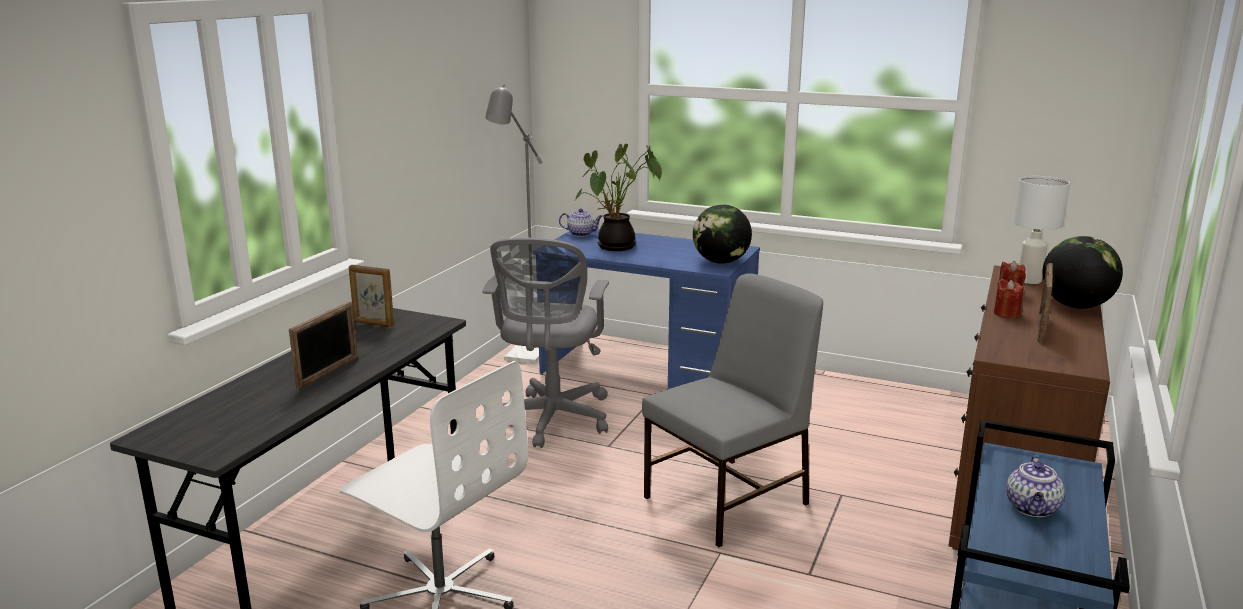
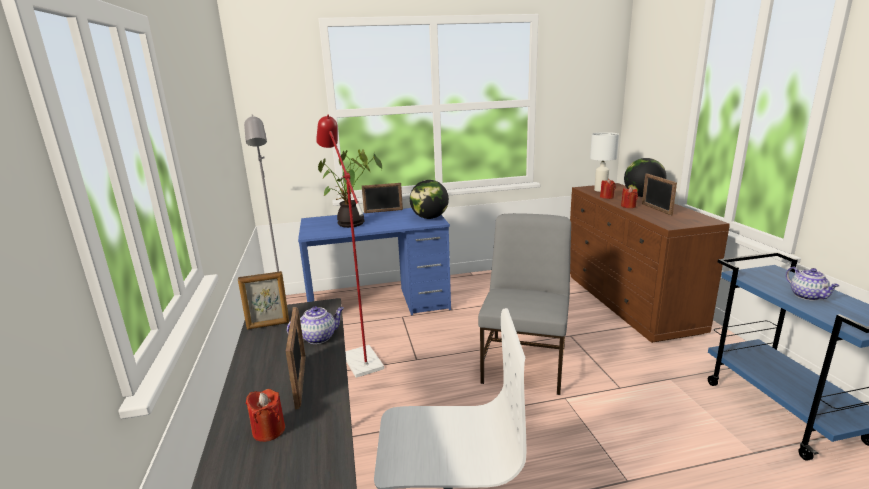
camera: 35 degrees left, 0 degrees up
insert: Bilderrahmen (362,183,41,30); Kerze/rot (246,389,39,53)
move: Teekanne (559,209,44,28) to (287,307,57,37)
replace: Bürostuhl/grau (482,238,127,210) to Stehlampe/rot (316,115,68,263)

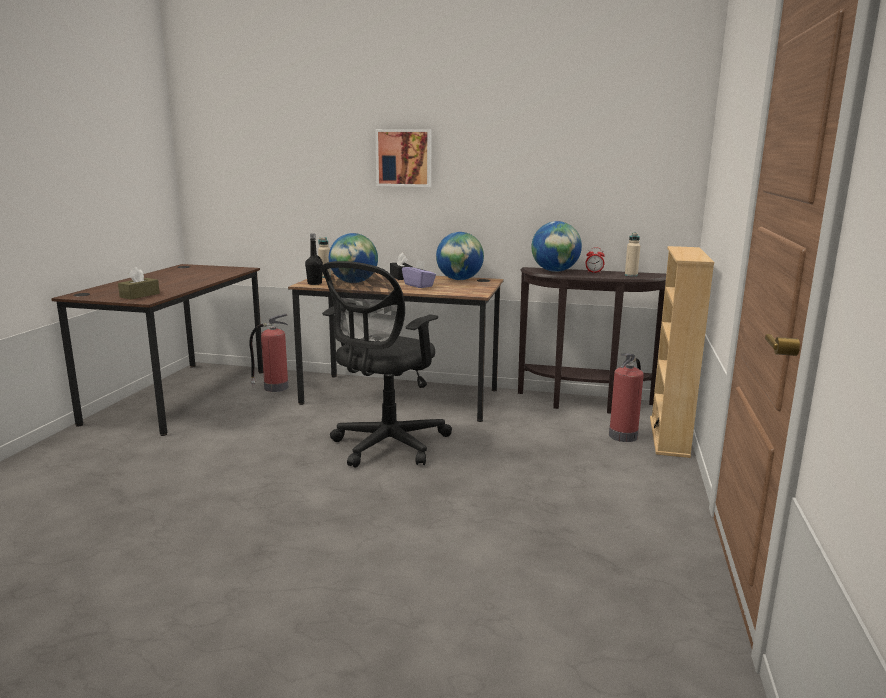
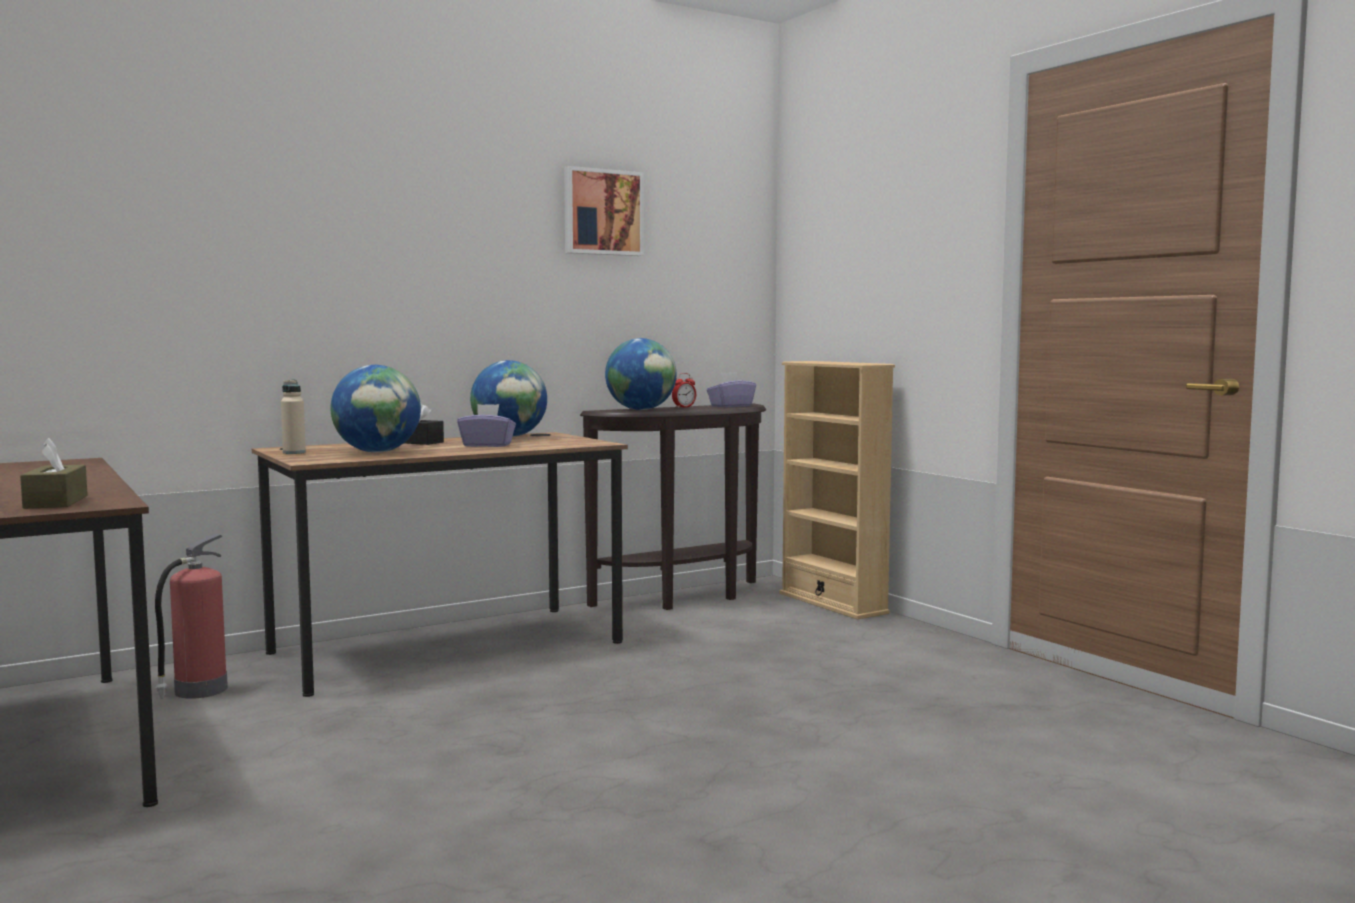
camera: 45 degrees left, 10 degrees down
delete: Flasche/schwarz (305,234,18,51); Bürostuhl/schwarz (321,261,131,207); Feuerlöscher (609,353,35,89)
move: Bild (375,129,56,58) to (564,166,80,90)
replace: Flasche/beige (625,233,15,44) to Taschentuchbox/lila (707,372,49,36)

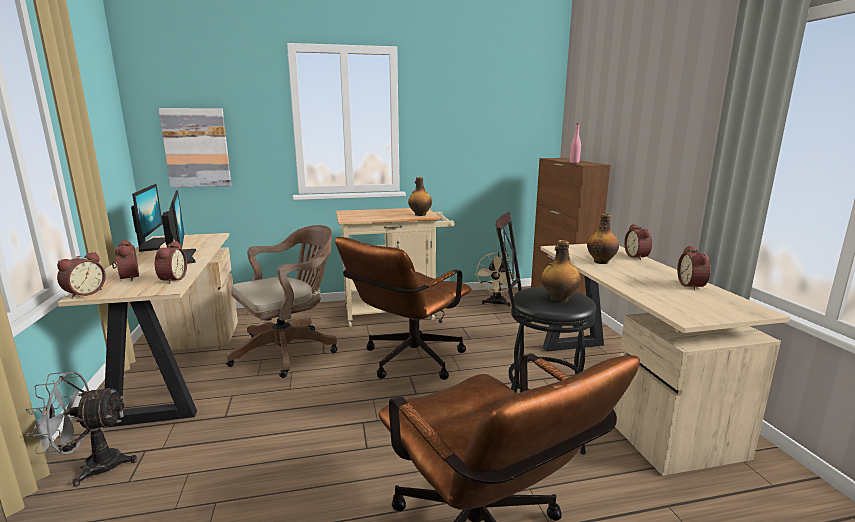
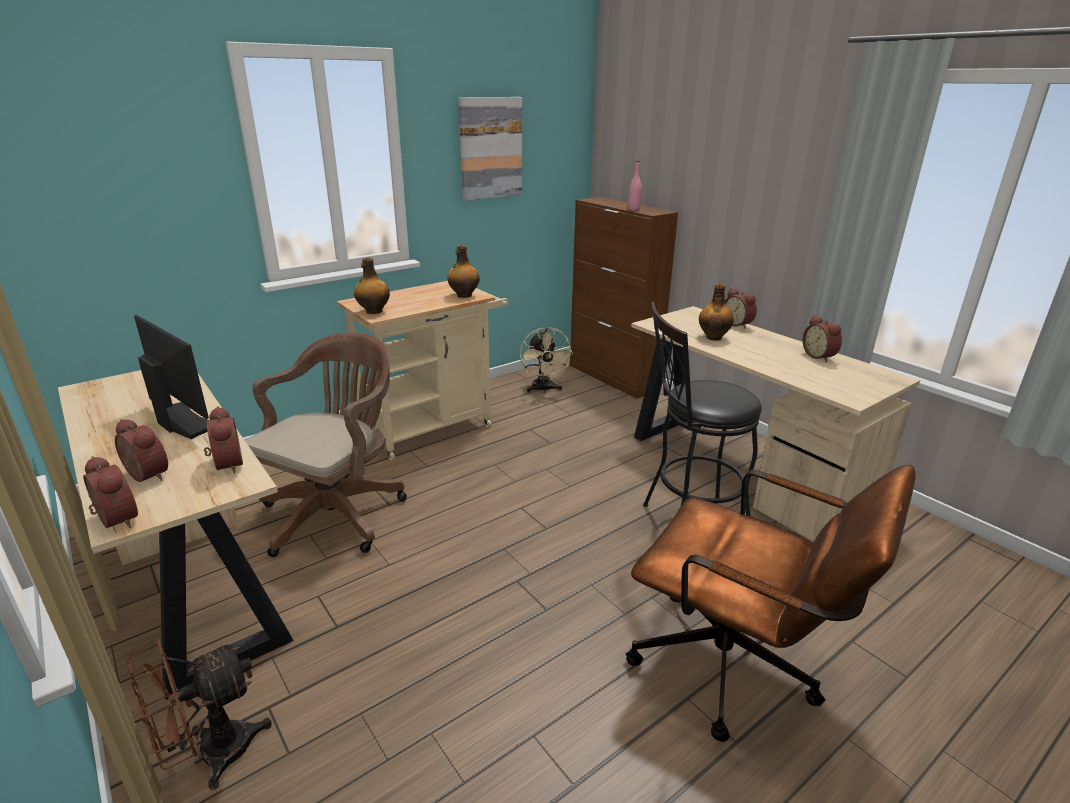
camera: 25 degrees left, 10 degrees up
delete: Monitor (131,184,35,68); Bürostuhl/braun (335,237,137,143)
move: Bild (158,108,74,80) to (459,97,63,104); Flasche (541,240,40,62) to (354,257,36,57)
recolor: Ventilator/grau (26,371,112,116) to Ventilator/braun (127,639,145,151)
rotate: Wecker (57,252,49,47) = (83,456,55,72) 45 degrees counterclockwise

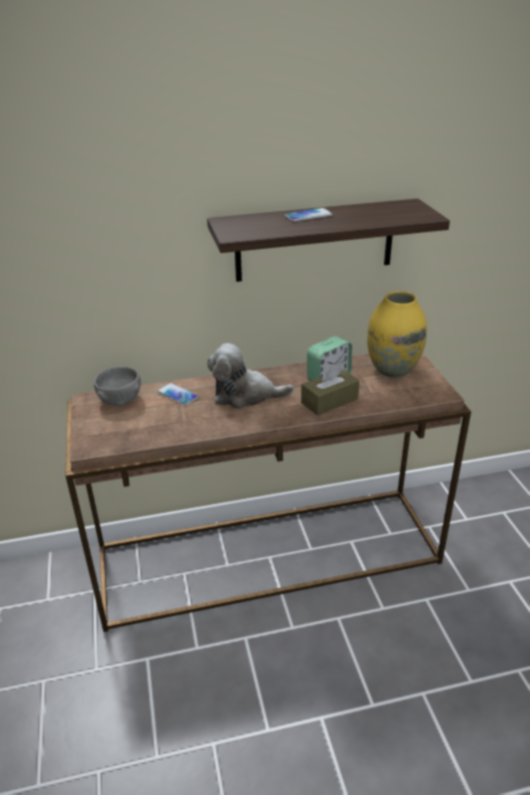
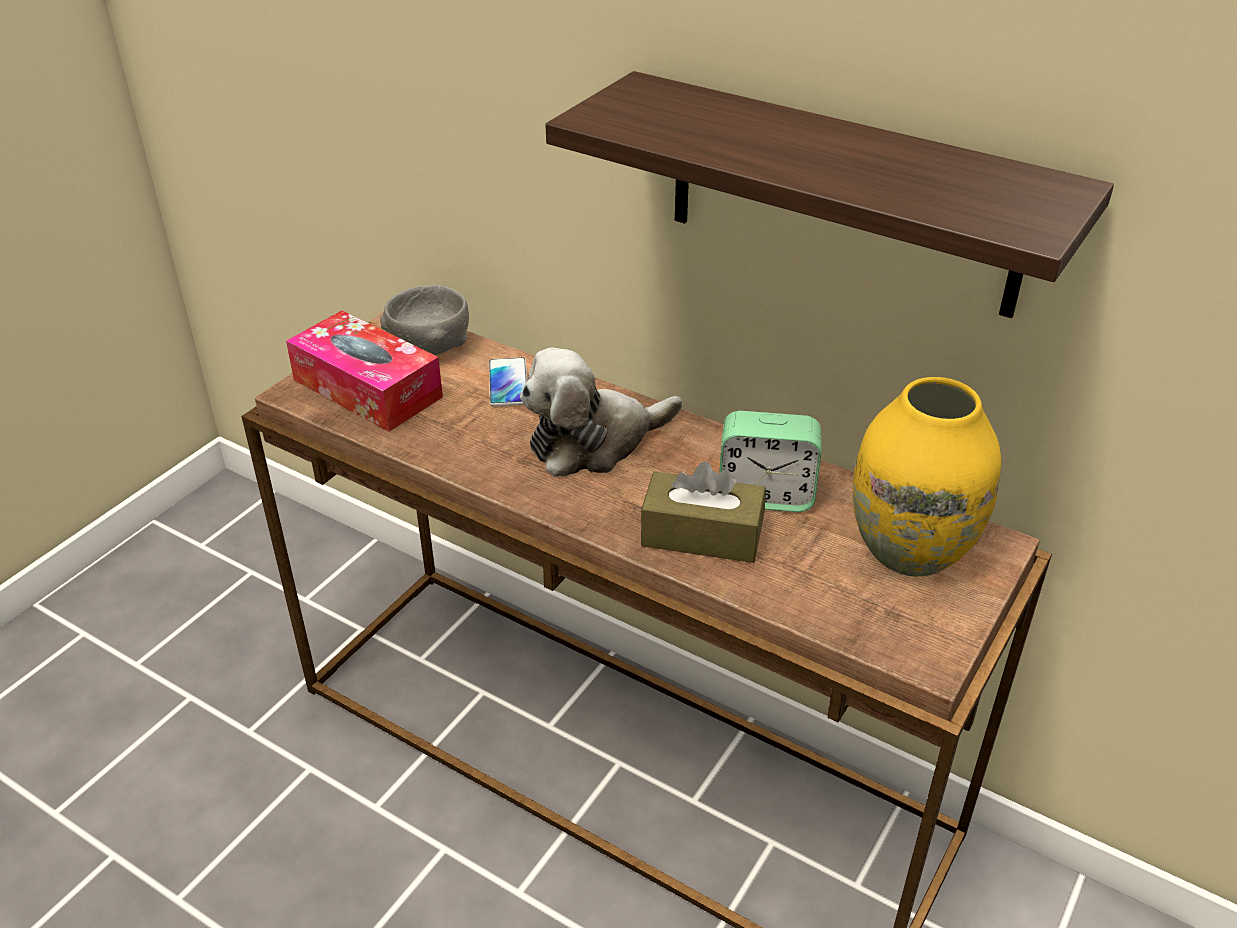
camera: 45 degrees right, 5 degrees up
delete: Handy (284,208,49,14)
insert: Taschentuchbox (286,310,157,122)
rotate: Plüschtier (207,343,87,66) = (520,348,162,129) 75 degrees counterclockwise

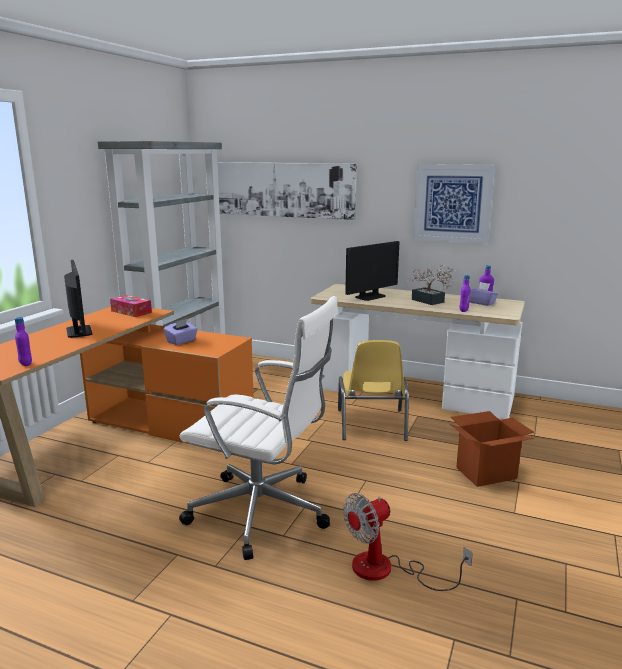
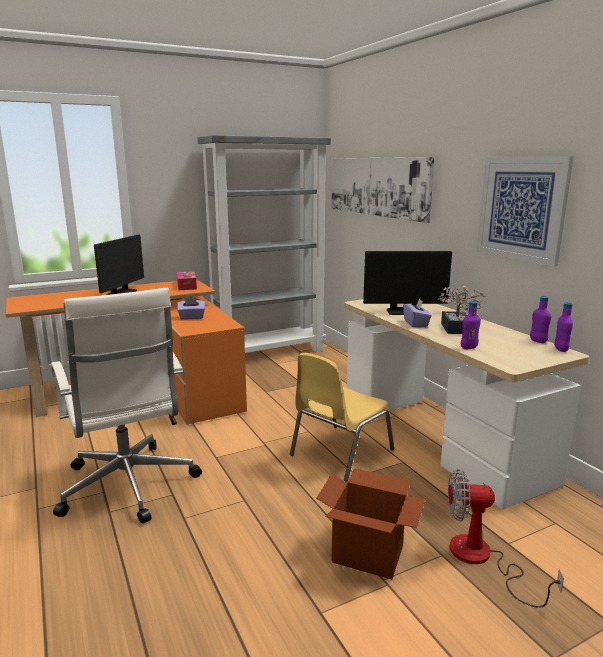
camera: 40 degrees right, 0 degrees up
move: Taschentuchbox/lila (469,282,29,24) to (403,298,29,29); Flasche/lila (15,317,17,49) to (554,302,19,50); Ventilator (343,493,130,98) to (448,469,116,139)

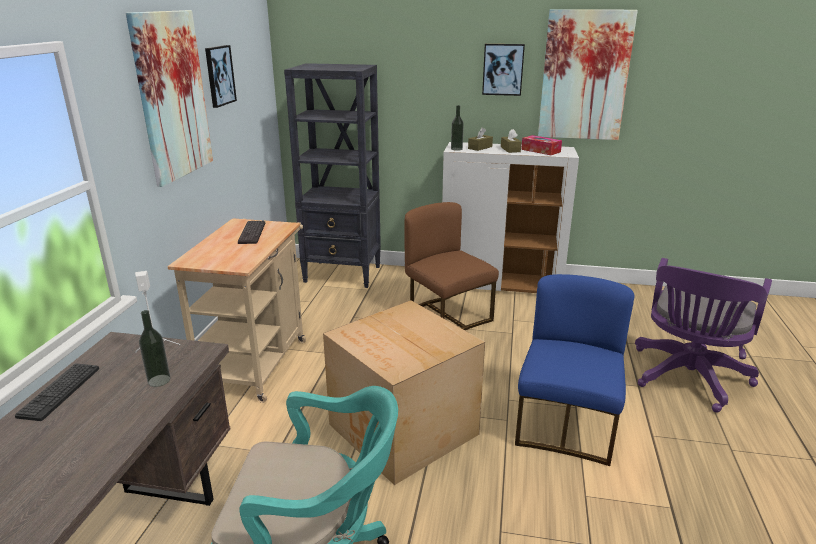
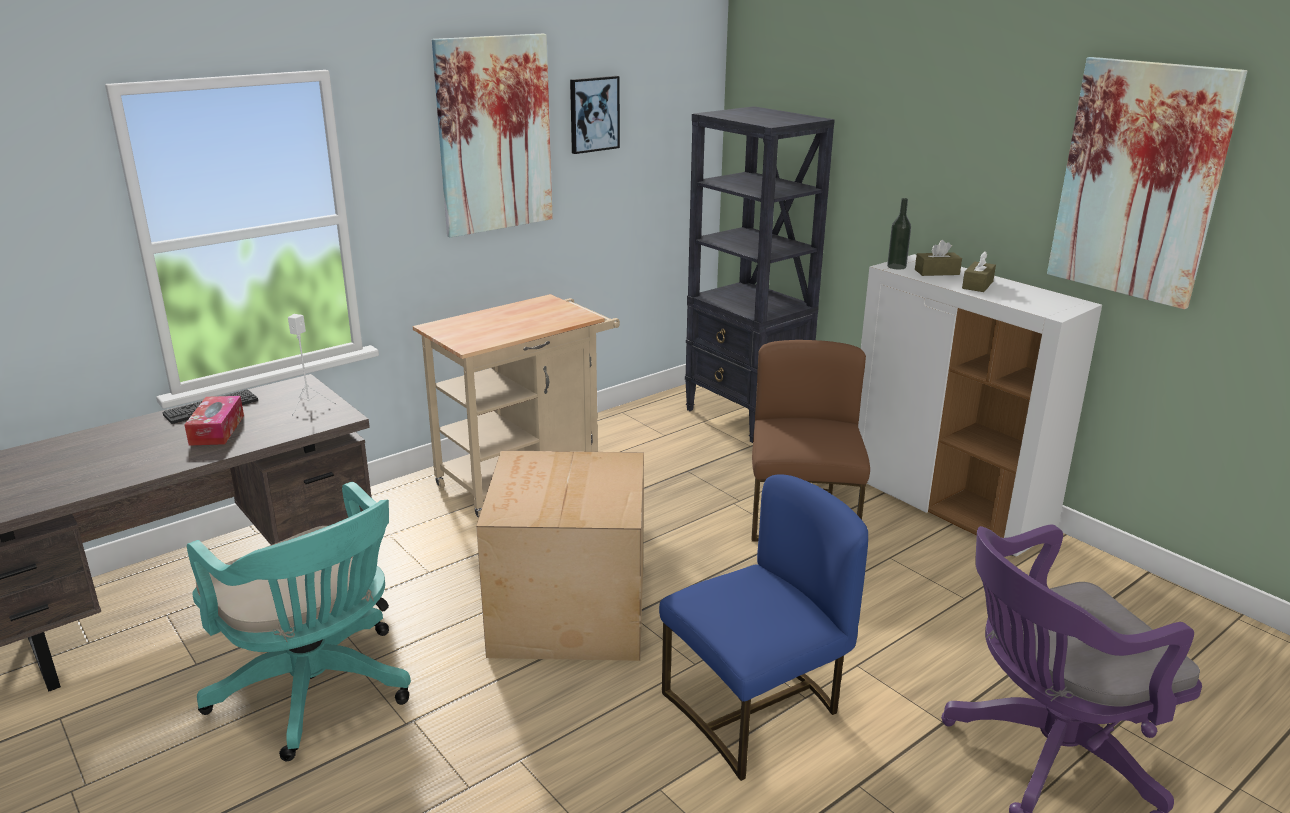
camera: 40 degrees right, 0 degrees up
delete: Bild (482,44,43,52); Tastatur (238,221,27,23); Flasche (139,310,31,77)
move: Taschentuchbox (521,135,41,20) to (184,396,60,50)

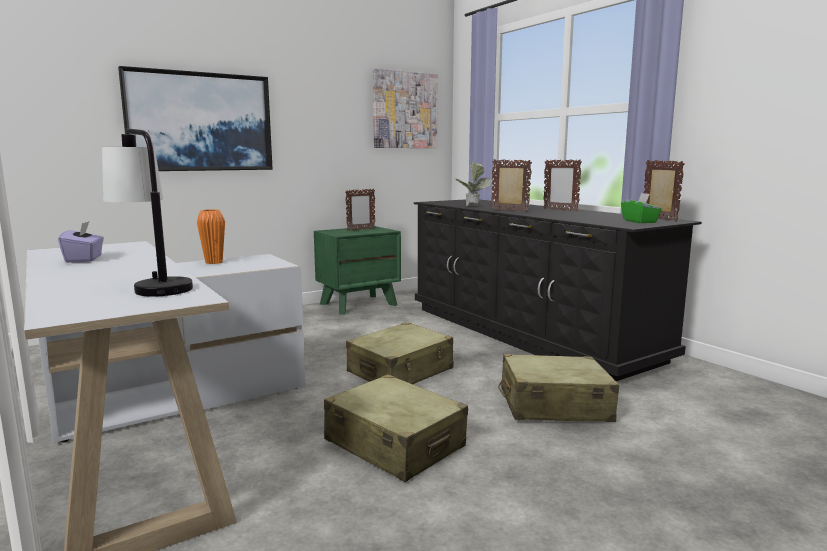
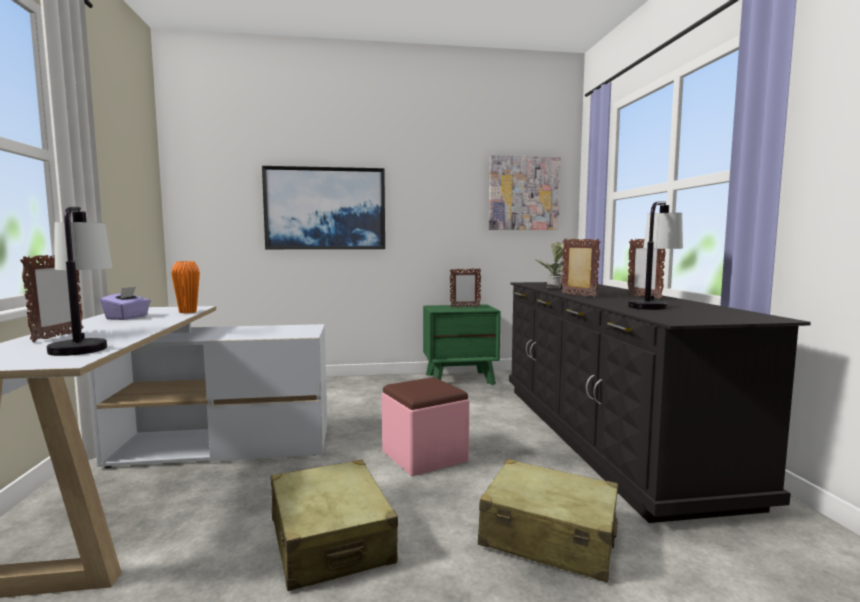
camera: 25 degrees right, 5 degrees down
delete: Taschentuchbox/grün (621,193,41,30)
insert: Tischlampe (628,201,55,109)
move: Bilderrahmen (643,160,42,62) to (20,255,64,87); Vase/orange (197,209,28,55) to (171,261,29,52)
replace: Koffer/beige (346,322,107,62) to Polsterhocker/rosa (382,377,88,99)

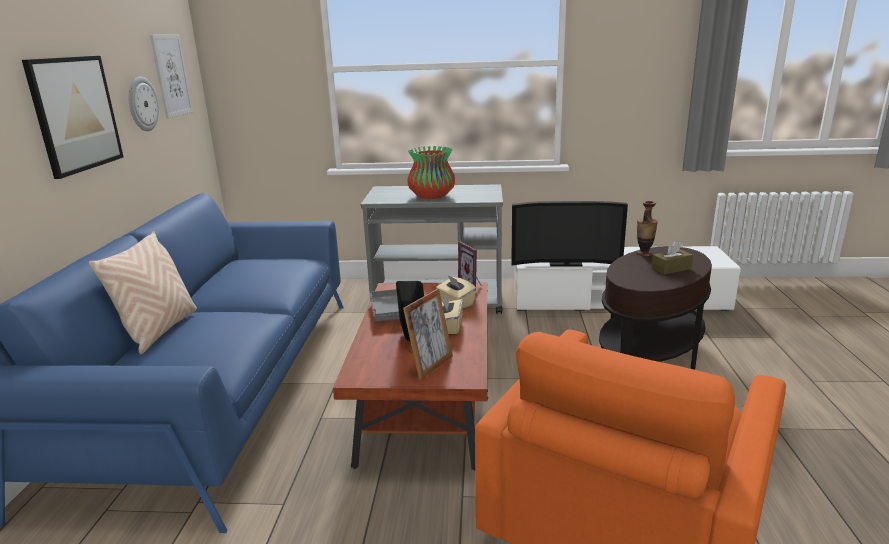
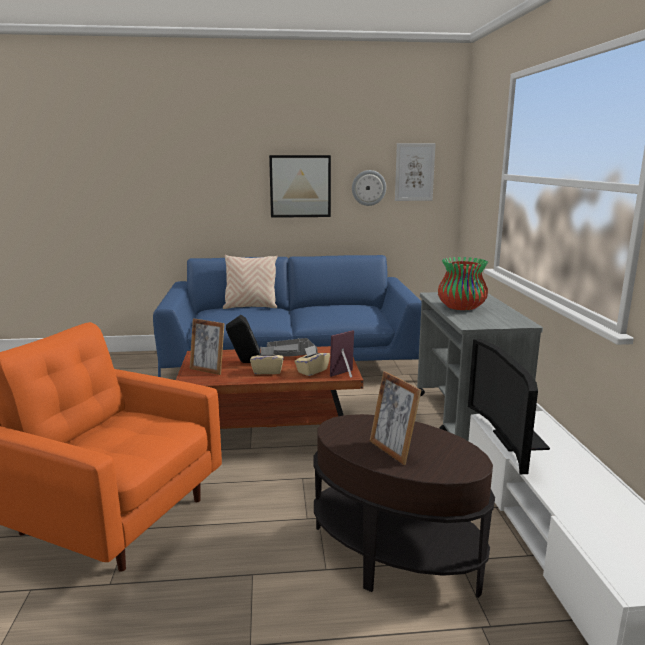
camera: 80 degrees right, 5 degrees down
delete: Vase (636,201,22,55)
replace: Taschentuchbox/braun (651,241,42,34) to Bilderrahmen (370,371,51,94)

